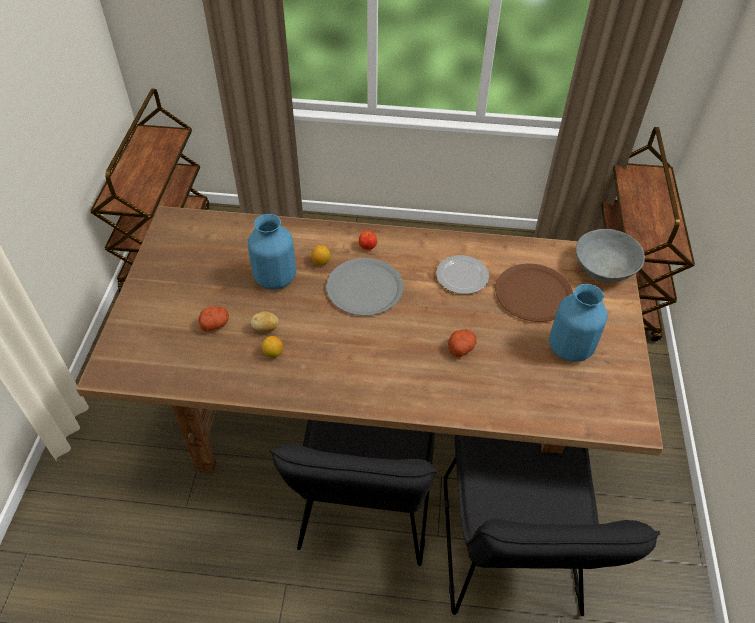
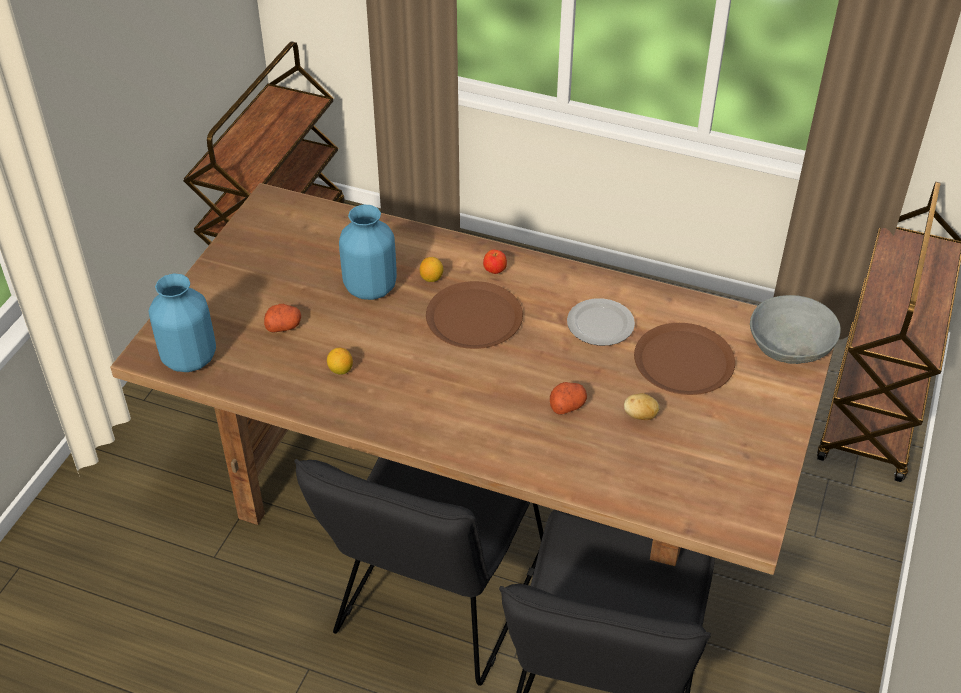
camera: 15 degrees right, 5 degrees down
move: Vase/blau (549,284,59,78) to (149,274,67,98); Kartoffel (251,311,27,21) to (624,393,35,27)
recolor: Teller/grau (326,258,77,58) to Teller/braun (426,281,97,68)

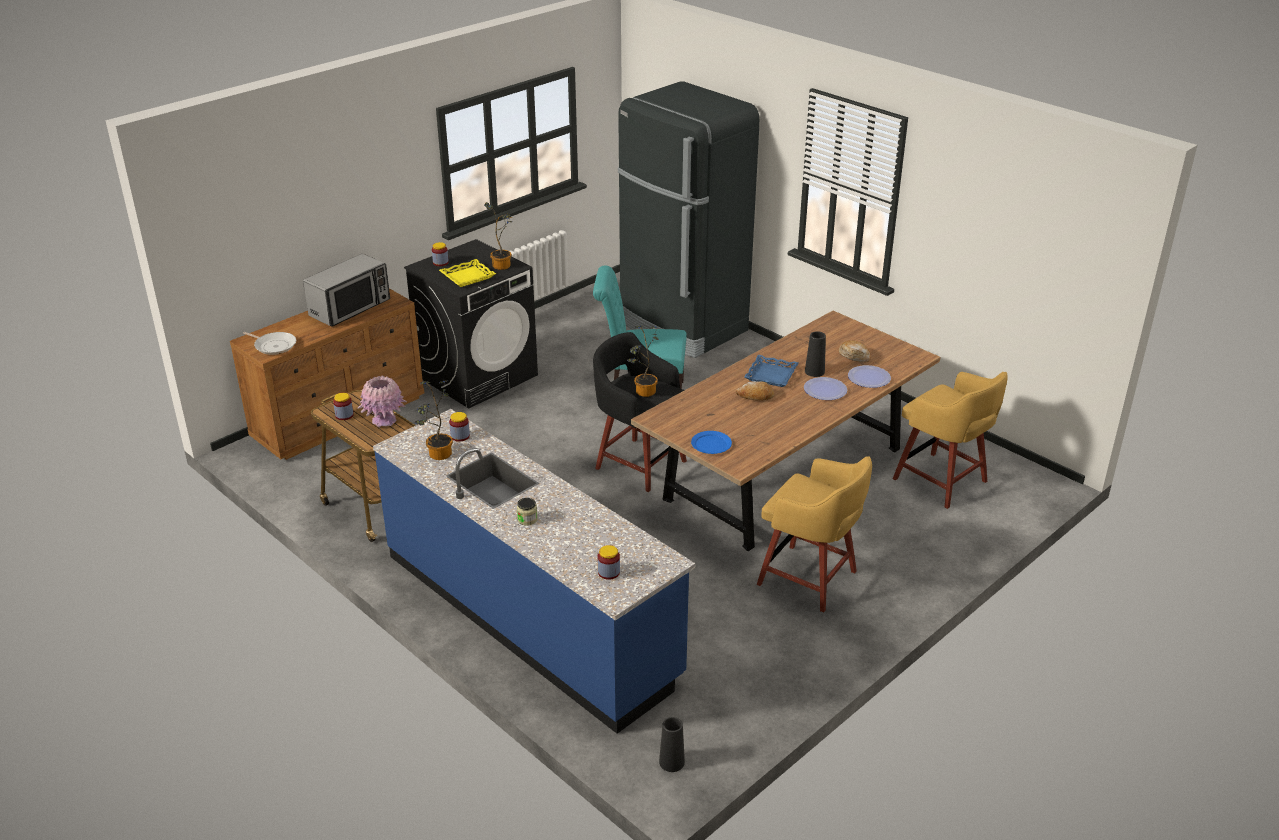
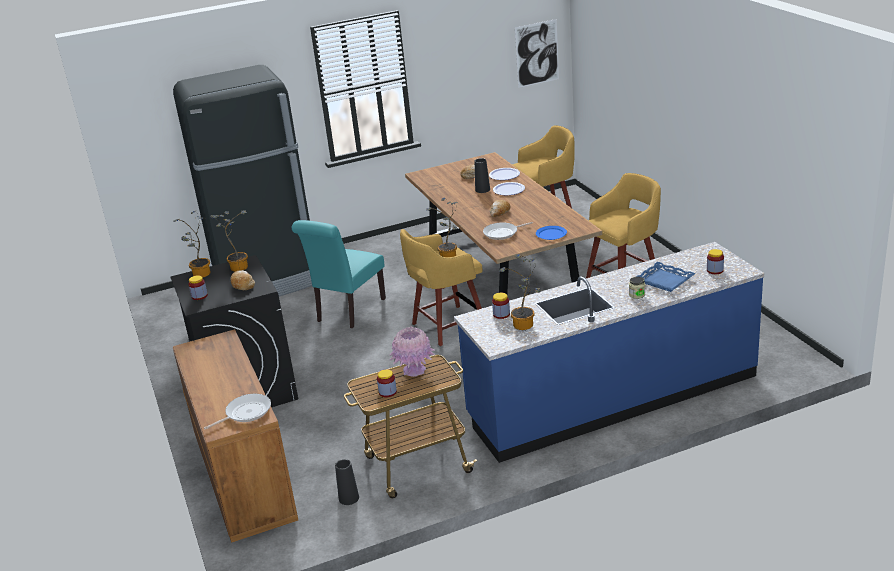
camera: 65 degrees left, 5 degrees down
delete: Mikrowelle (303,254,87,73)
insert: Bild (515,19,44,69); Topfpflanze (174,211,37,66); Pfanne (483,222,50,18)
move: Tablett/blau (744,355,54,32) to (636,262,60,30); Vase/schwarz (659,717,26,55) to (335,459,24,46)
replace: Tablett/gelb (439,259,57,28) to Brot (231,270,24,20)
recolor: Hocker/schwarz (593,332,94,160) to Hocker/gelb (400,229,83,117)

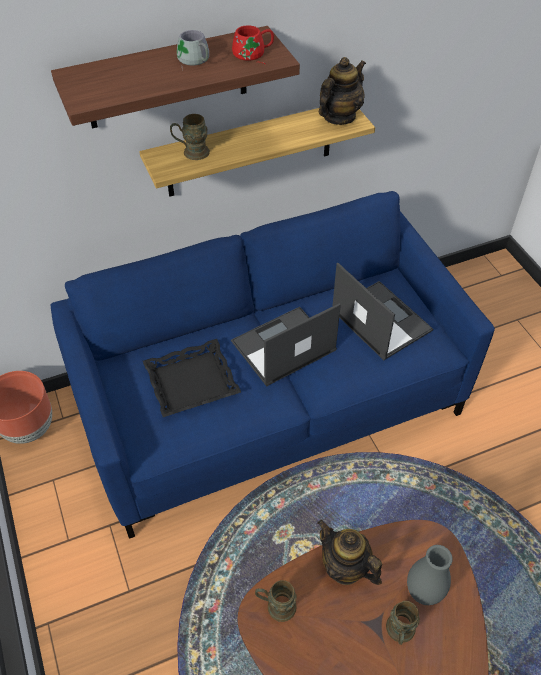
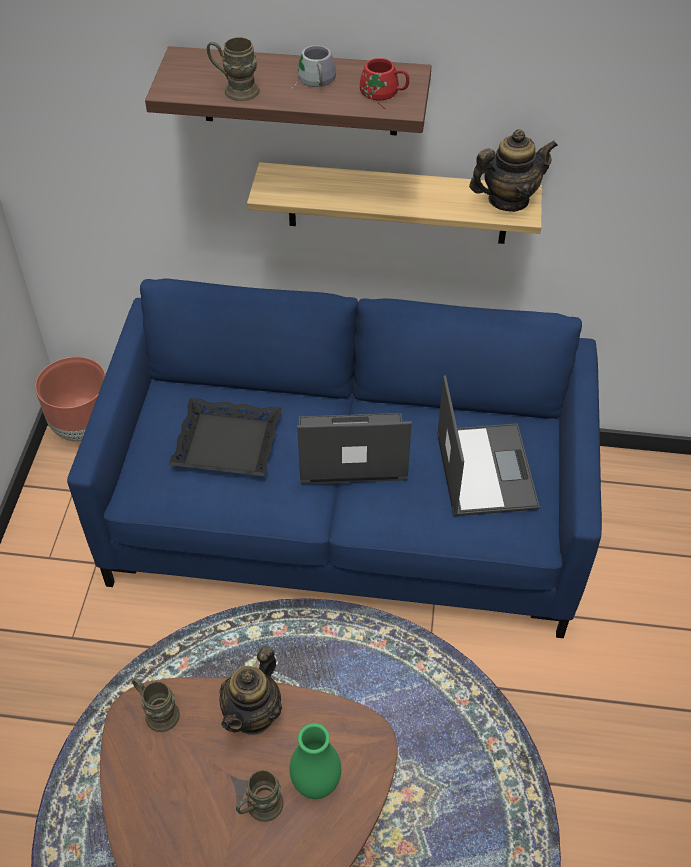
camera: 30 degrees right, 0 degrees up
move: Henkelbecher/braun (170,114,40,46) to (207,37,53,64)
recolor: Vase/grau (407,545,46,60) to Vase/grün (290,723,51,76)
rotate: Teekanne (317,520,65,65) = (219,646,63,89) 135 degrees counterclockwise

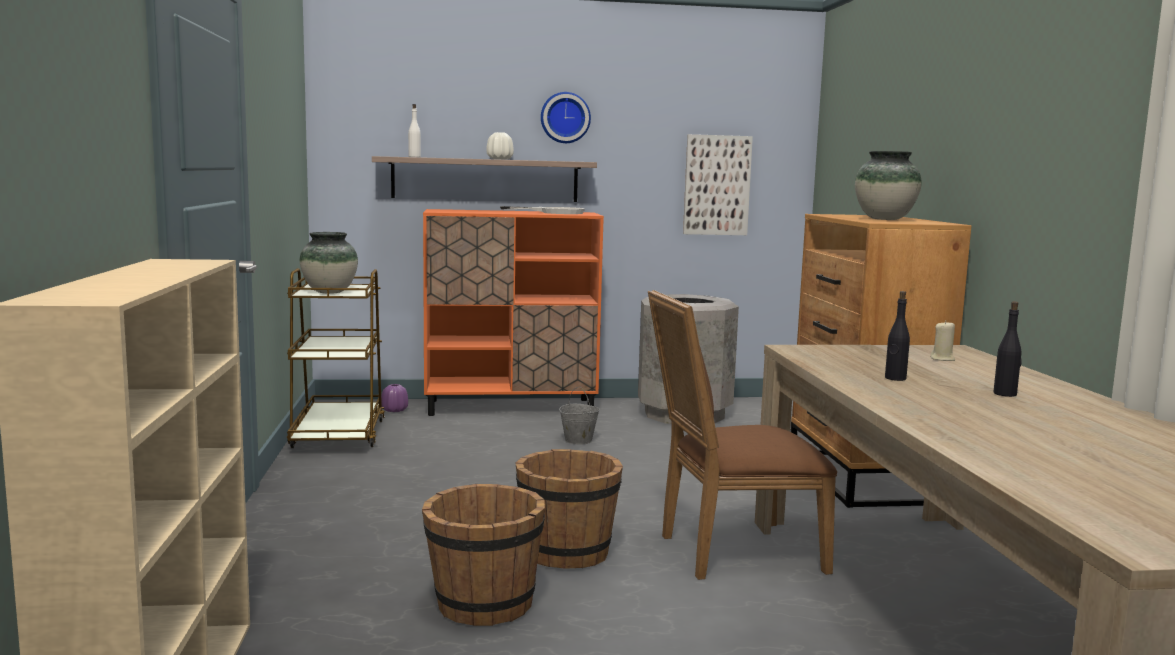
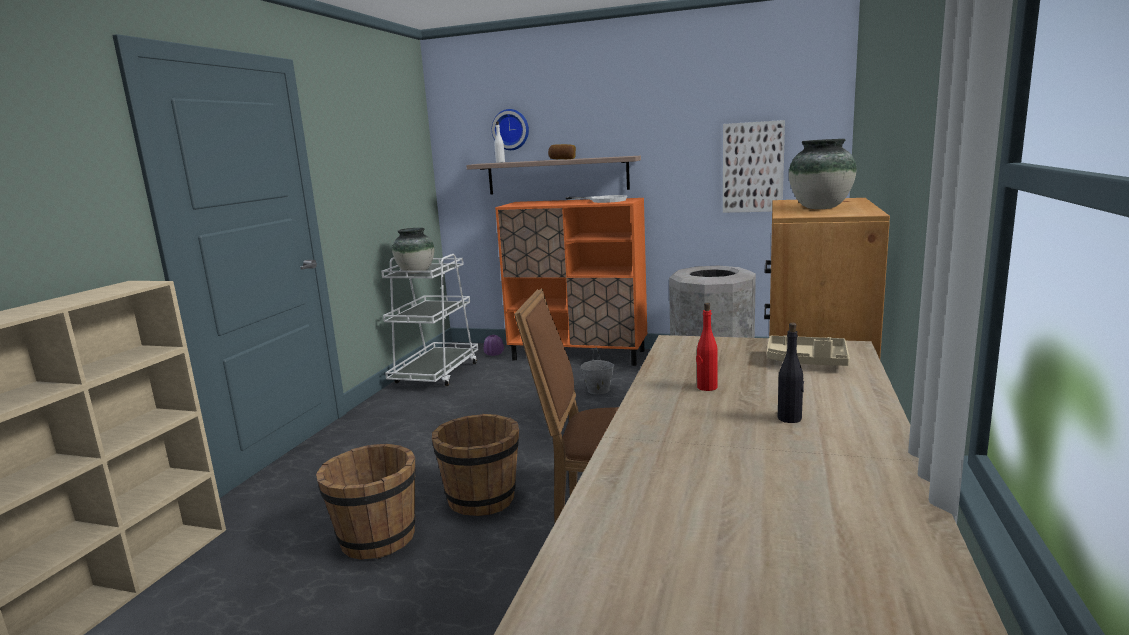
camera: 25 degrees right, 5 degrees up
move: Wanduhr (541,92,50,51) to (492,109,37,41)
replace: Vase/weiß (486,132,28,27) to Brot (548,144,28,15); Kerze/beige (930,320,25,41) to Tablett/beige (767,335,83,31)
recolor: Rollwagen/braun (287,268,98,180) to Rollwagen/weiß (381,254,97,132); Flasche/schwarz (885,291,25,90) to Flasche/rot (696,303,22,88)

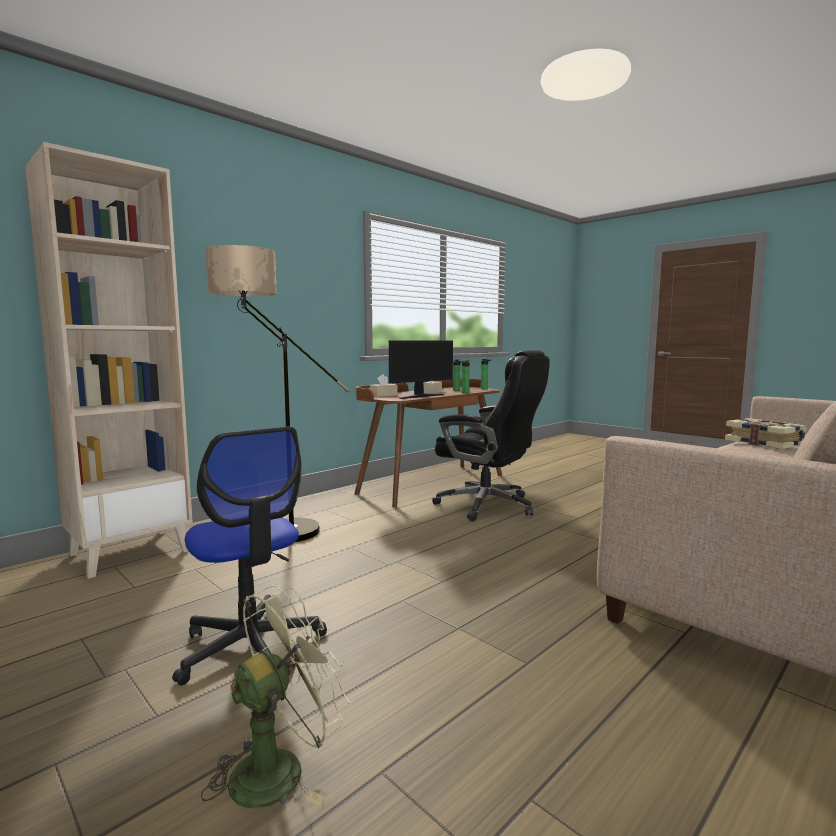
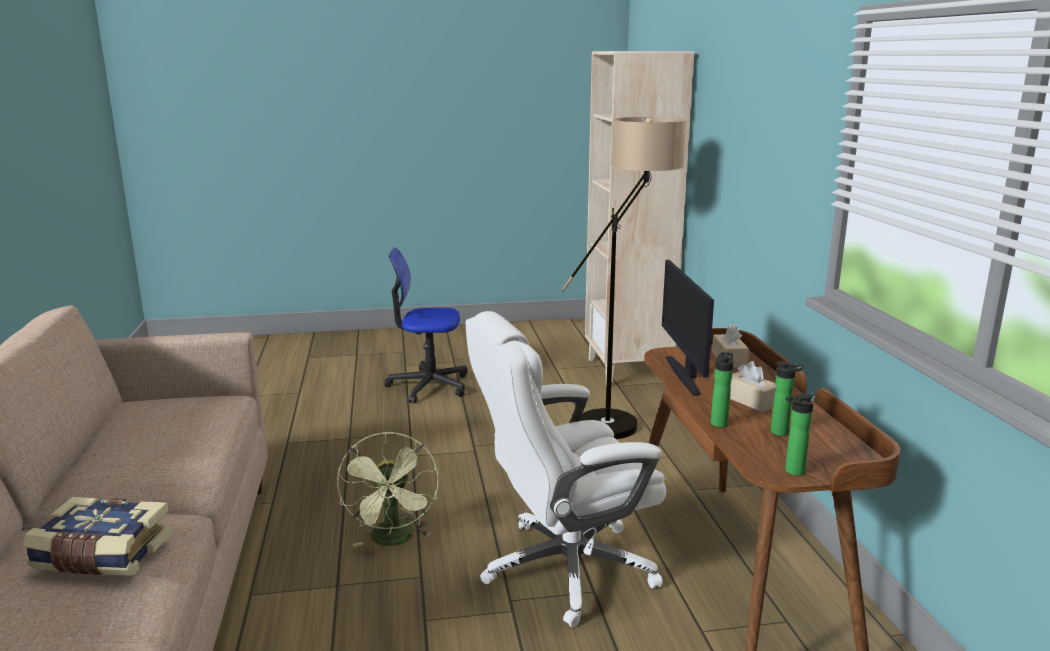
camera: 125 degrees right, 10 degrees up
move: Ventilator/grün (201,586,150,222) to (337,432,102,115)
recolor: Bürostuhl/schwarz (432,350,118,171) to Bürostuhl/weiß (466,311,200,316)

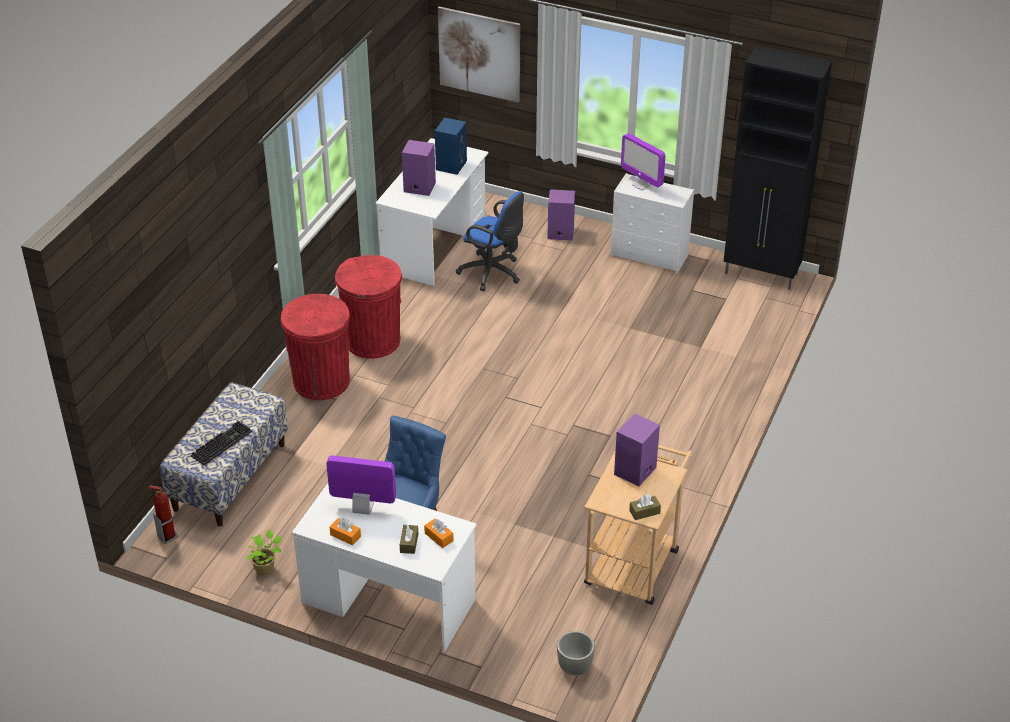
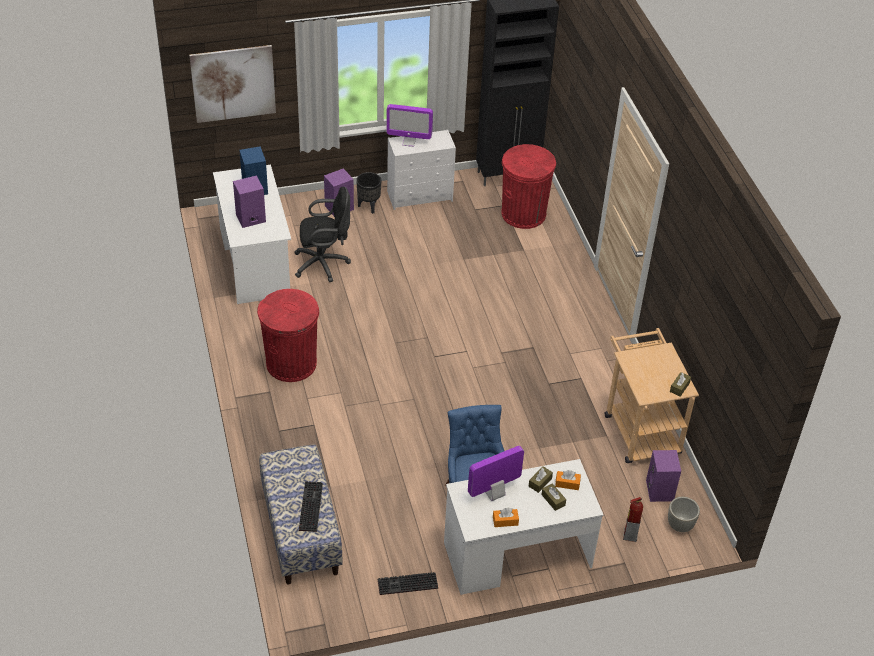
camera: 40 degrees left, 5 degrees up
insert: Pflanzkübel/schwarz (356,172,25,42); Taschentuchbox/braun (529,466,24,27)
move: Mülleimer/rot (281,294,69,106) to (501,144,55,85); Lautsprecher/lila (614,413,46,73) to (646,450,35,52); Feuerlöscher (149,485,29,59) to (623,497,20,45)
replace: Topfpflanze (246,530,36,45) to Tastatur (378,572,60,23)
recolor: Bürostuhl/blau (456,191,68,100) to Bürostuhl/schwarz (295,187,56,95)

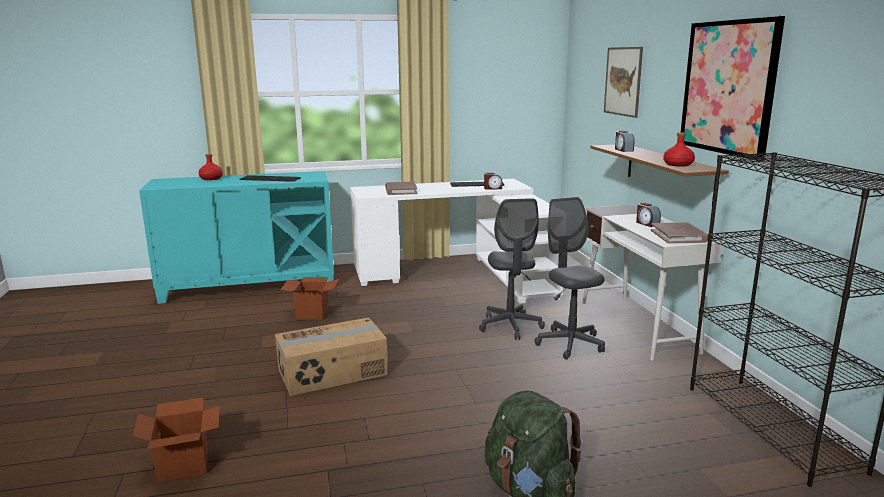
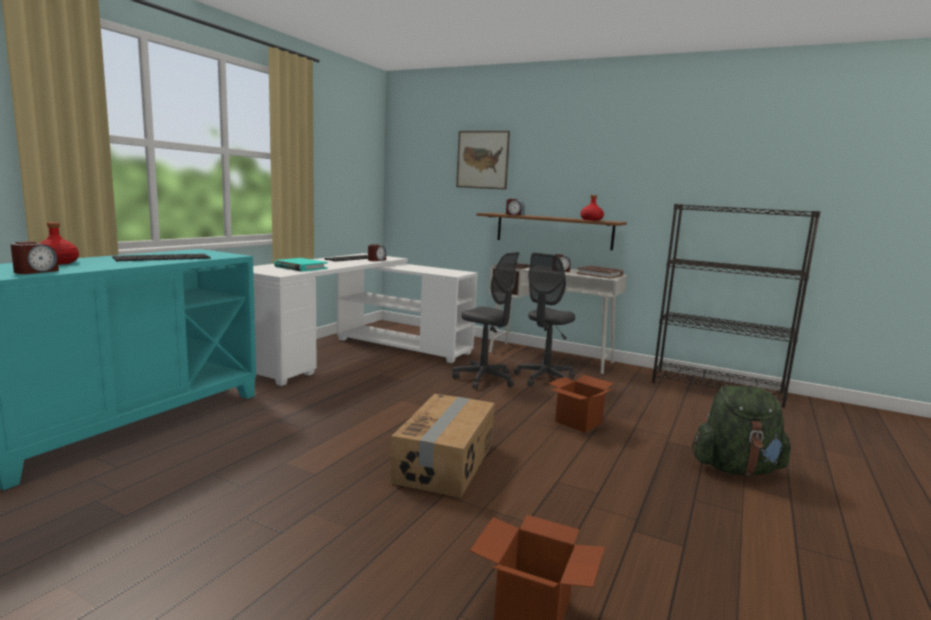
camera: 50 degrees left, 5 degrees down
delete: Bild (681,16,104,145)
insert: Wecker (11,241,48,33)
move: Karton (280,277,59,43) to (548,375,68,58)
recolor: Buch/braun (385,182,32,13) to Buch/türkis (274,258,54,14)
rotate: Bürostuhl/grau (534,197,71,163) = (514,252,61,135) 75 degrees counterclockwise

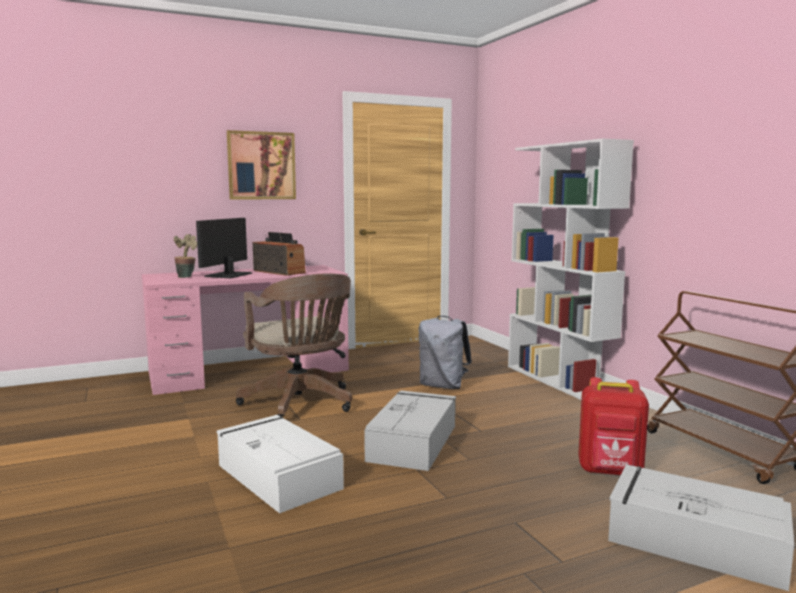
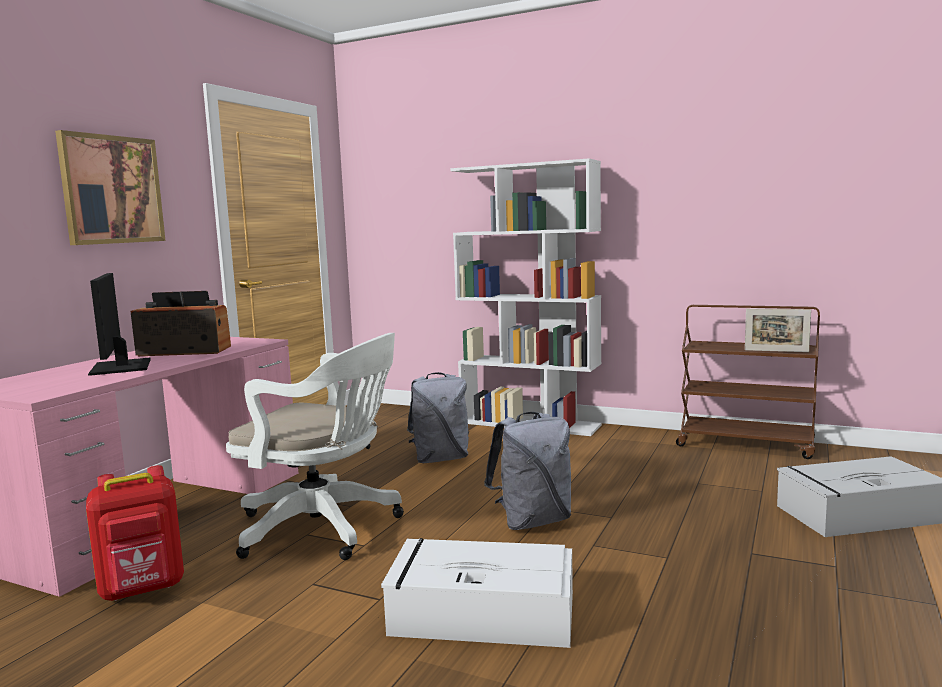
camera: 40 degrees left, 0 degrees up
delete: Topfpflanze (174,234,23,44)
insert: Bilderrahmen (745,308,66,44)
move: Rucksack/rot (579,377,70,98) to (86,465,98,136)
replace: Aufbewahrungsbox/grau (364,390,92,81) to Rucksack/grau (484,412,87,118)
recolor: Bürostuhl/braun (236,274,116,143) to Bürostuhl/weiß (226,333,178,227)

